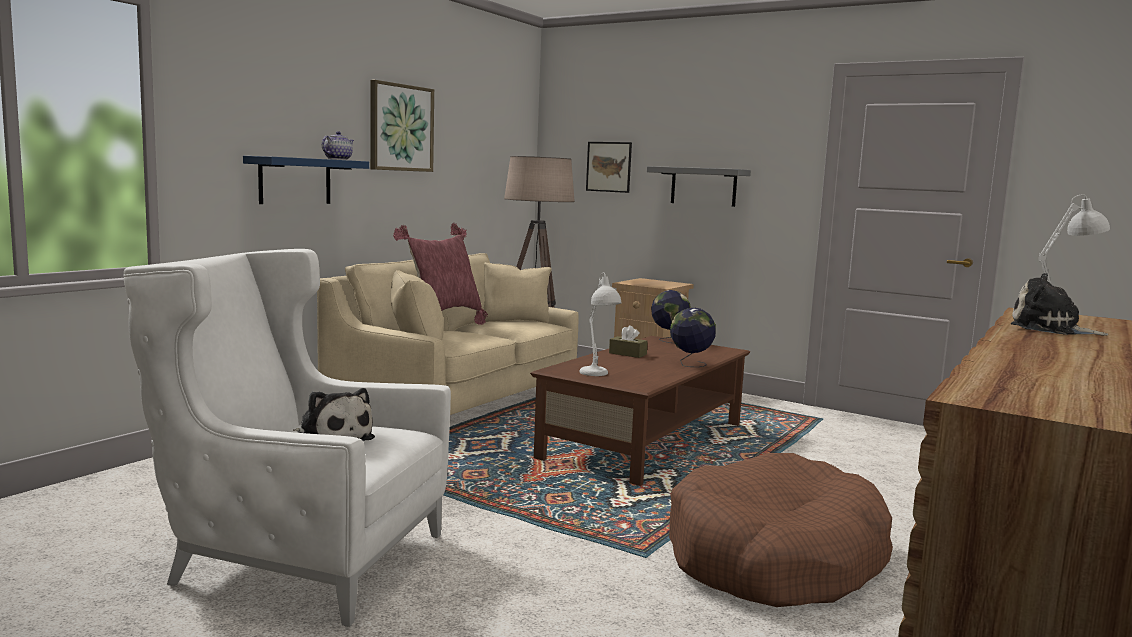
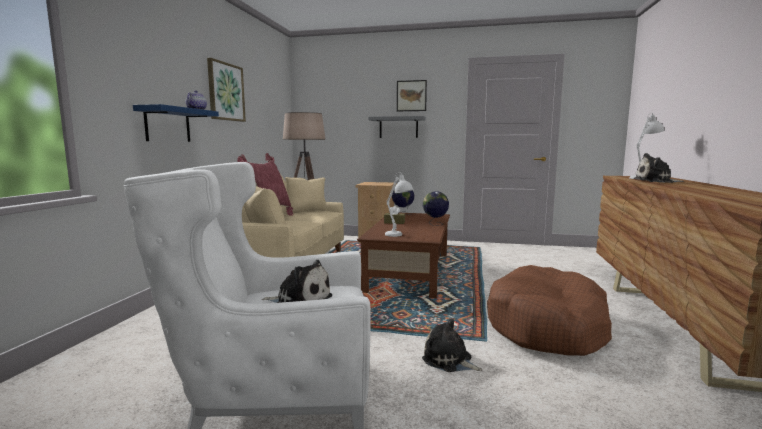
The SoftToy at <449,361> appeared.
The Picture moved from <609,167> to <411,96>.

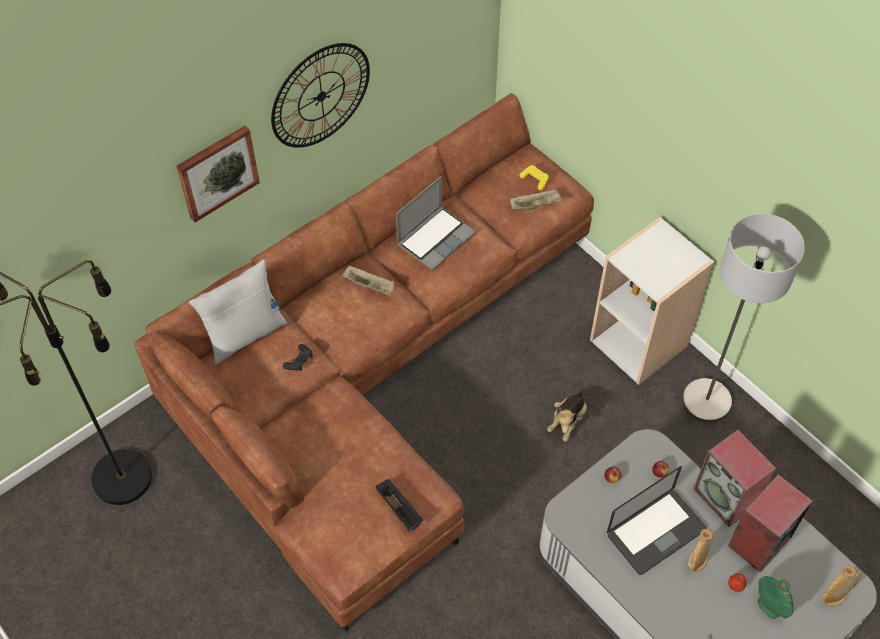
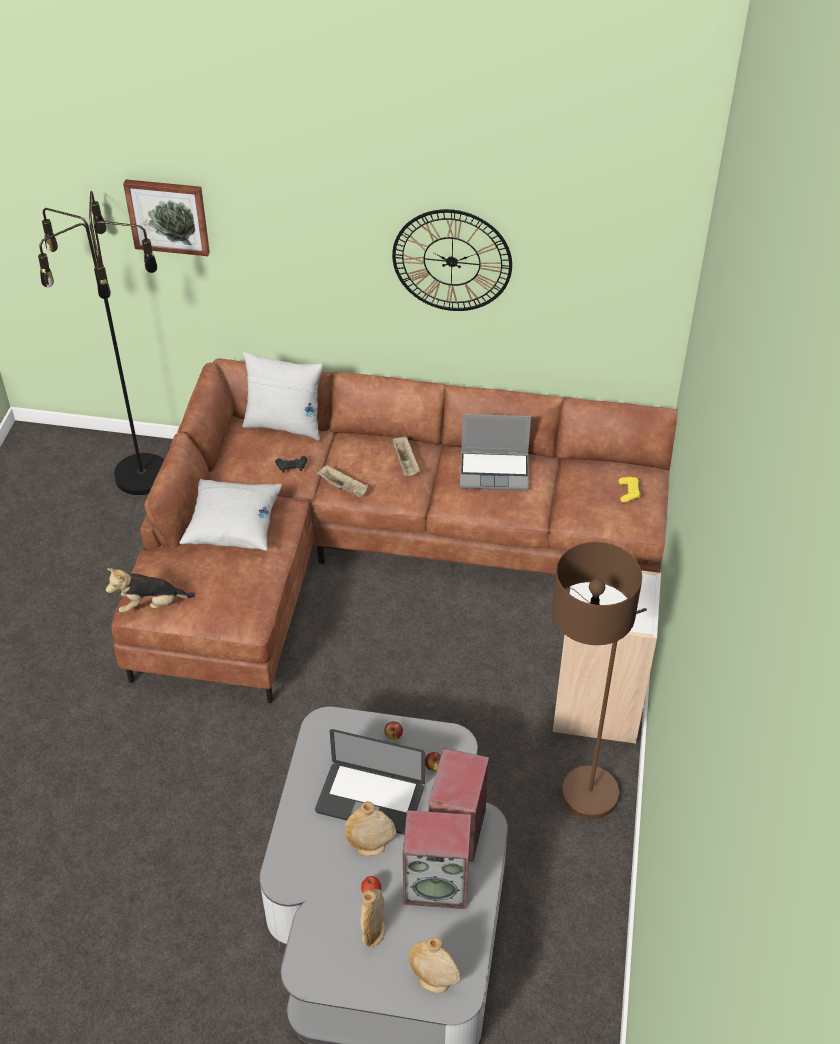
The BlackCarryingTray at <400,510> disappeared.
The GreyCushion at <233,526> appeared.
The Picture moved from <217,172> to <168,216>.
The BeigeColouredCarryingTray moved from <535,205> to <343,488>.
The SoftToy moved from <567,421> to <151,605>.
The GreyFloorLamp at <703,414> became the BrownFloorLamp at <574,800>.
The GreenVase at <769,607> became the BeigeColouredVase at <373,932>.

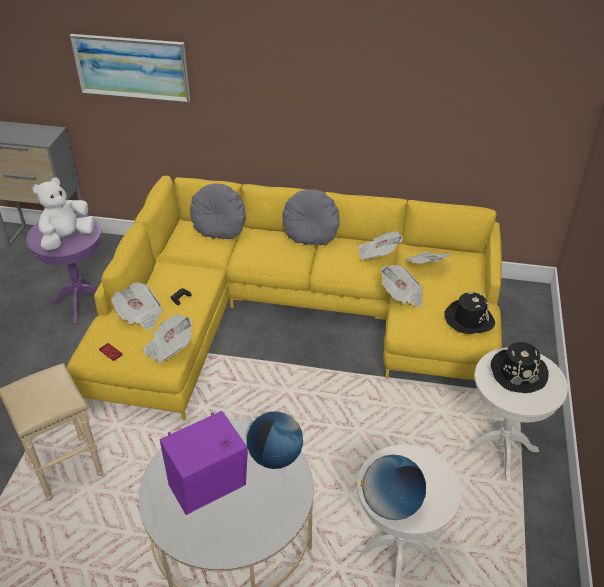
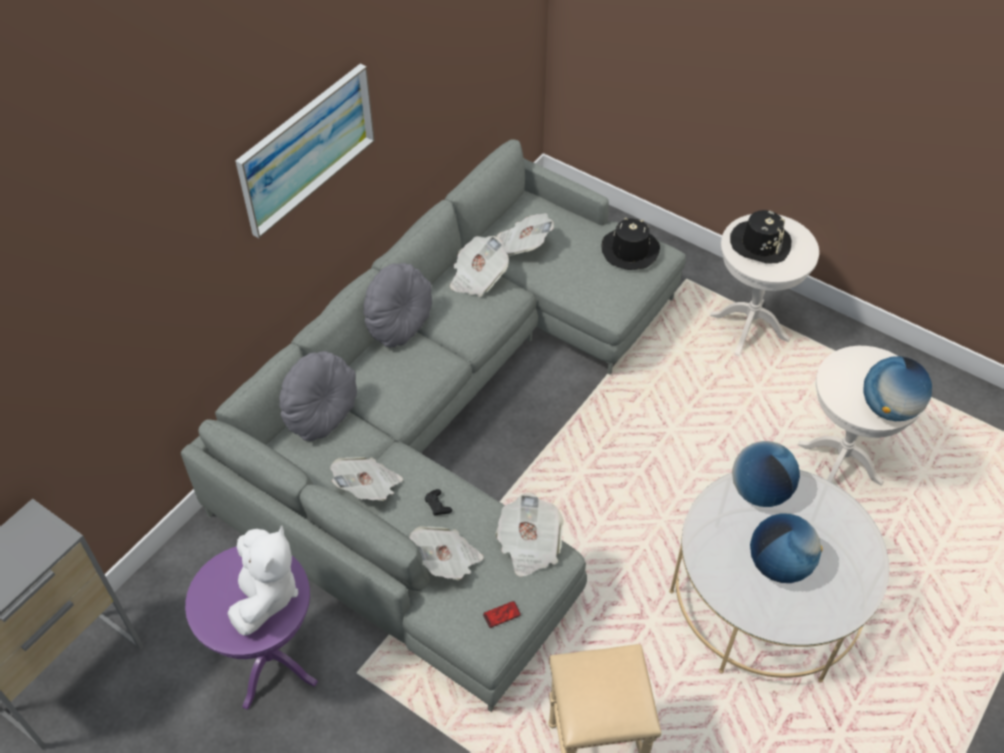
The Picture moved from <131,67> to <306,148>.
The DailyPaper moved from <402,295> to <368,487>.
The PurplishSpeaker at <210,487> was replaced by the DeskGlobe at <779,565>.
The YellowishSettee at <289,315> became the GreySettee at <451,423>.
The WhiteSoftToy at <67,239> turned 150 degrees counterclockwise.

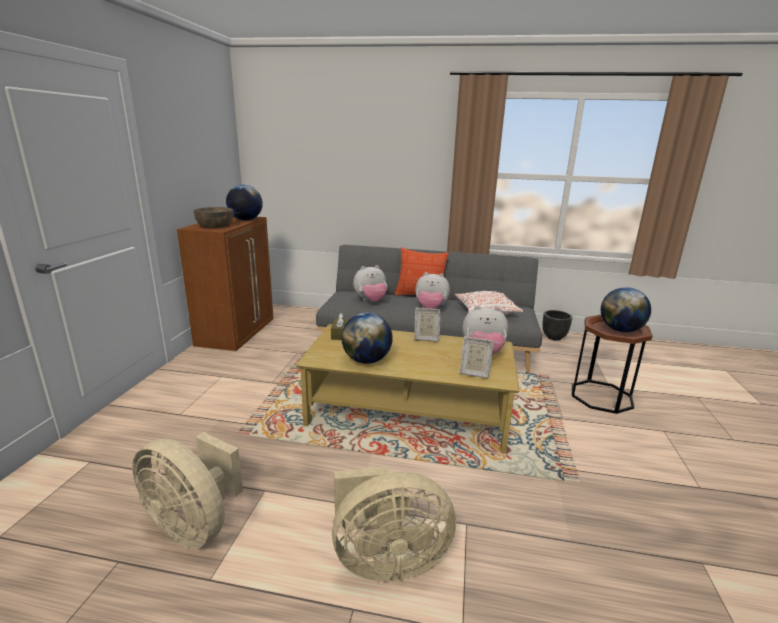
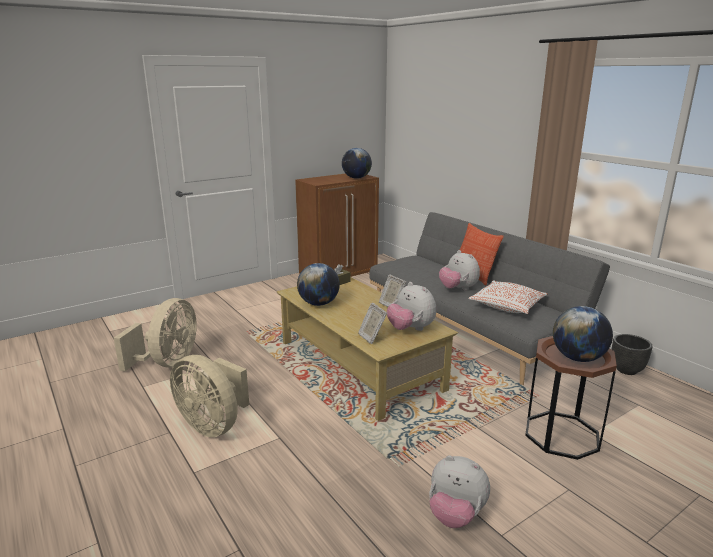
The BrownServingBowl at <215,225> disappeared.
The SoftToy moved from <370,301> to <455,515>.
The BeigeColouredElectricFan at <194,525> turned 150 degrees counterclockwise.

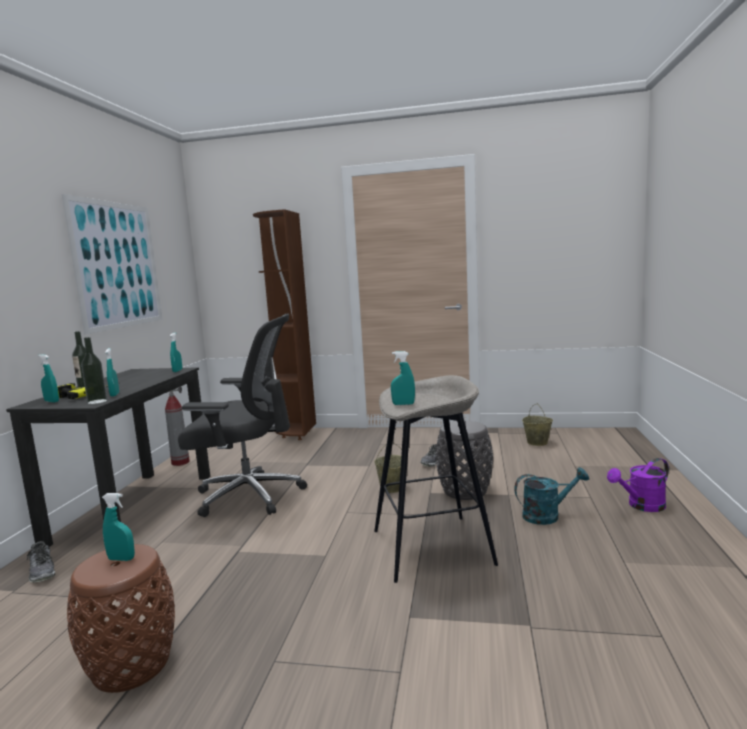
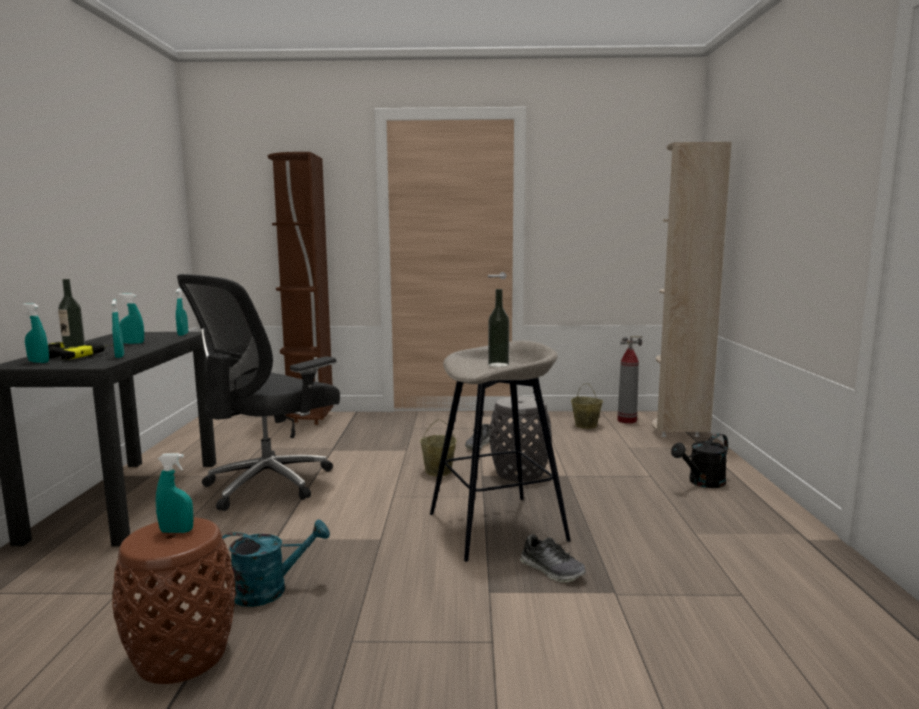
The Picture at <117,265> disappeared.
The BeigeColouredBookcase at <677,431> appeared.
The ItemOfFootwear moved from <42,571> to <552,570>.
The DrinkBottle moved from <97,401> to <498,365>.
The FireFightingCylinder moved from <180,462> to <626,421>.
The TurquoiseColouredSprayBottle moved from <403,404> to <133,343>.
The TurquoiseColouredSprinklingCan moved from <547,515> to <270,590>.
The PurplishSprinklingCan at <641,506> became the BlackSprinklingCan at <702,483>.
The ComputerChair at <247,496> turned 135 degrees clockwise.

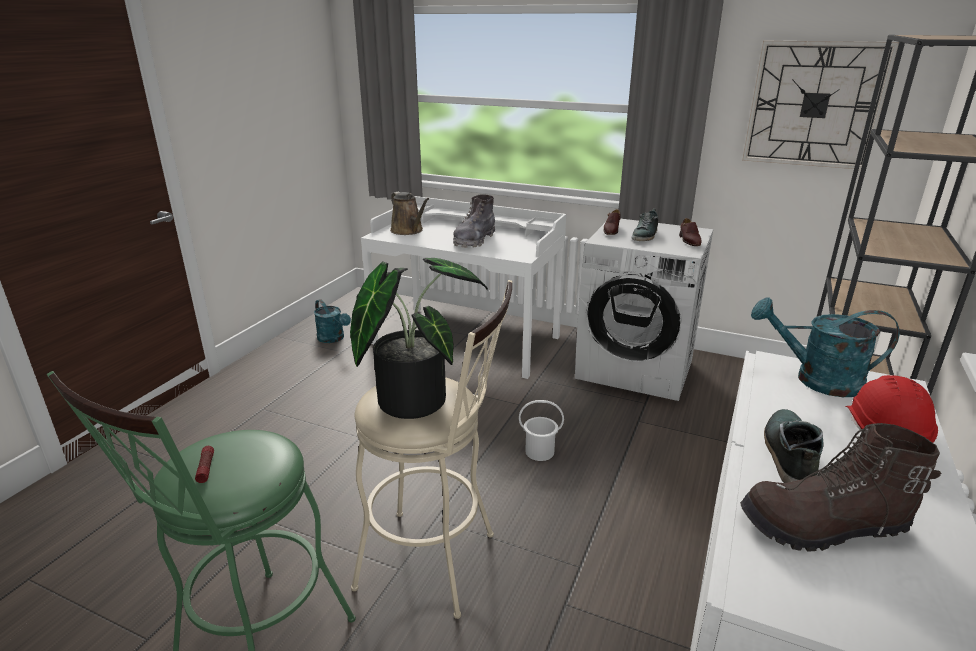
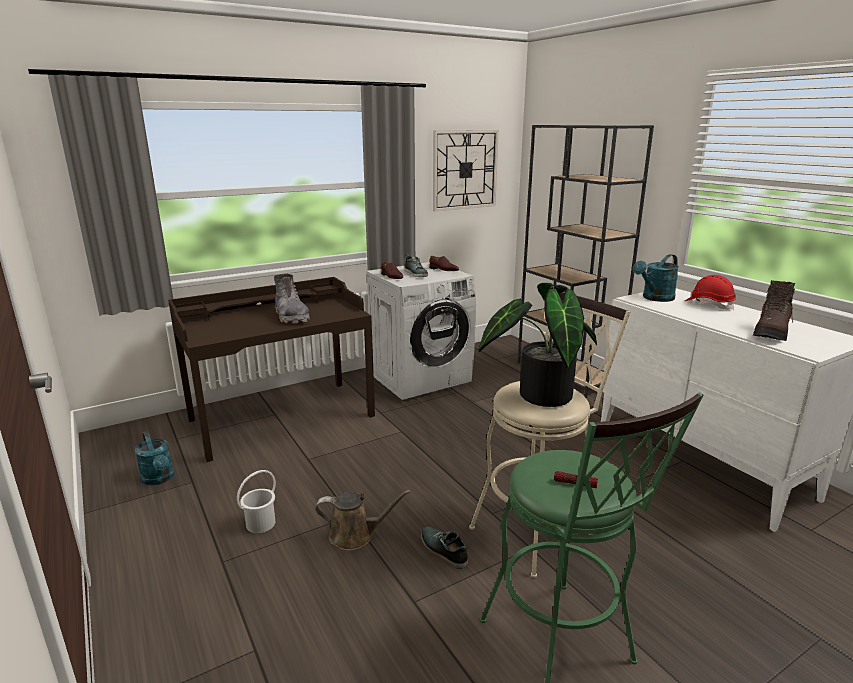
The BrownSprinklingCan moved from <408,231> to <355,536>.
The WhiteBucket moved from <539,451> to <260,523>.
The ItemOfFootwear moved from <788,453> to <443,550>.
The WhiteDeskUnit at <466,339> became the BrownDeskUnit at <281,417>.
The TurquoiseColouredSprinklingCan at <333,339> turned 60 degrees clockwise.

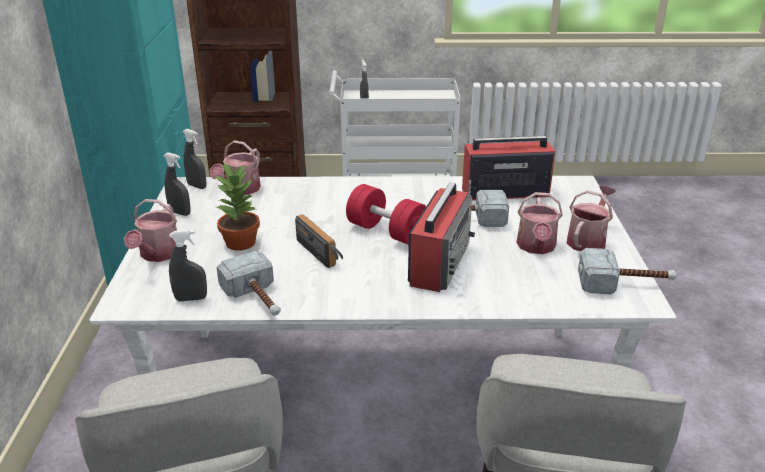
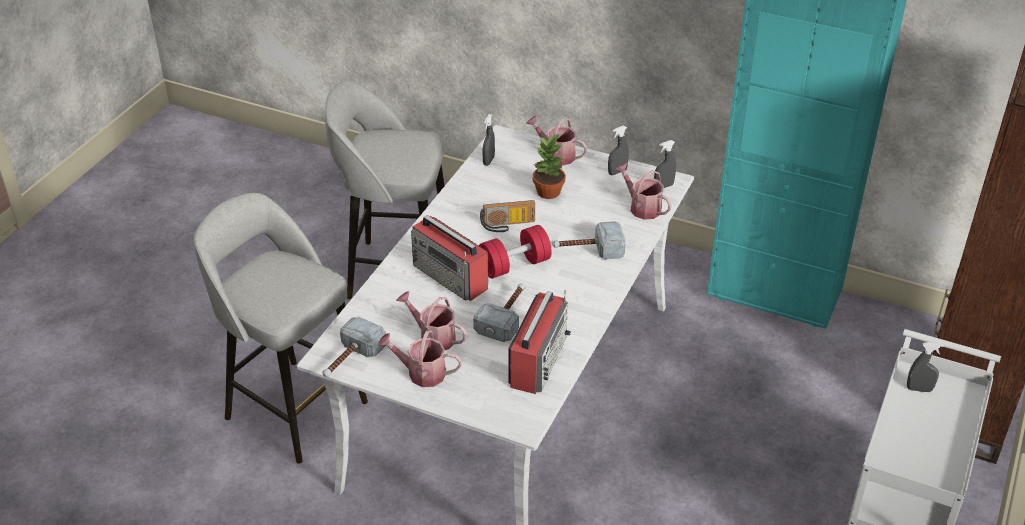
The ToolHammer moved from <257,300> to <588,250>.
The SprinklingCan at <588,240> turned 135 degrees clockwise.

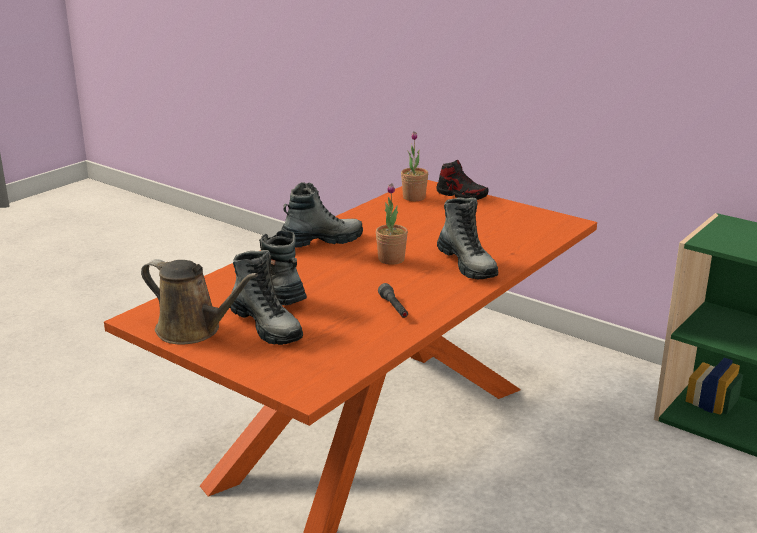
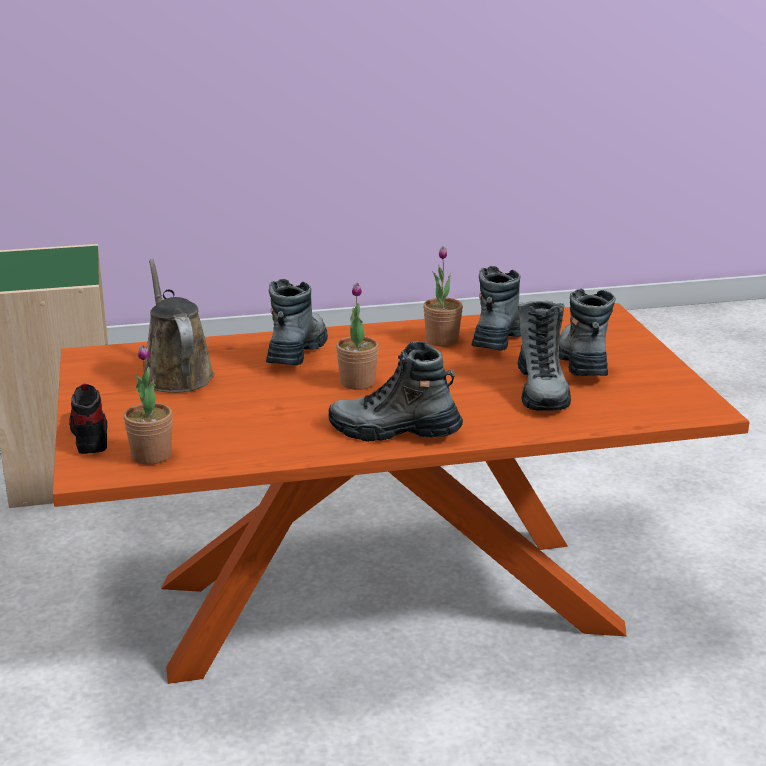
The TallBoot at <501,338> appeared.
The BrownSprinklingCan moved from <193,330> to <176,374>.
The GreyTorch at <394,308> was replaced by the PottedPlant at <442,340>.

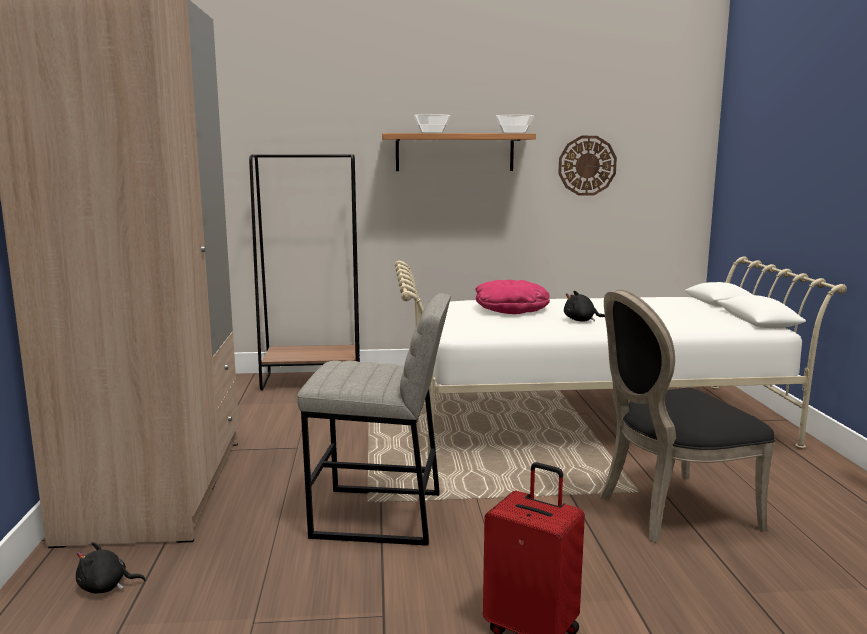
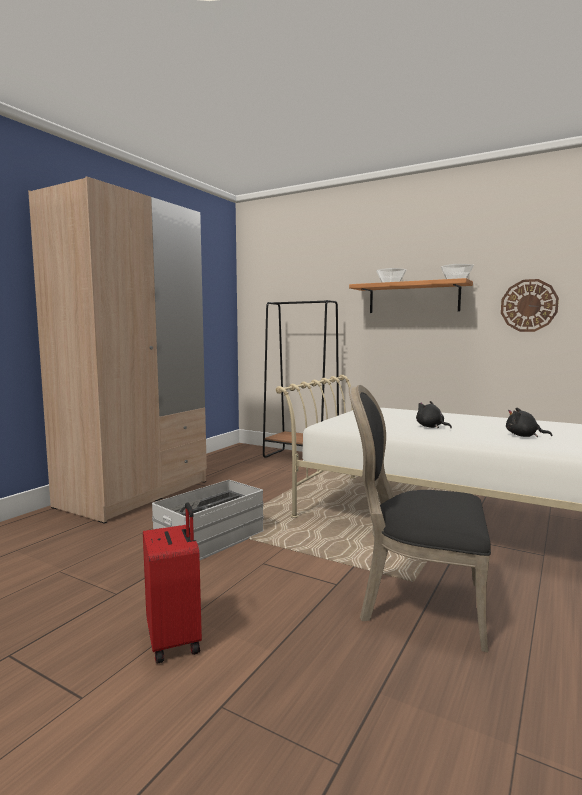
The PinkCushion at <512,309> disappeared.
The BlackSoftToy moved from <106,587> to <524,436>.
The GreyUprightChair at <381,515> was replaced by the GreyStorageContainer at <211,540>.

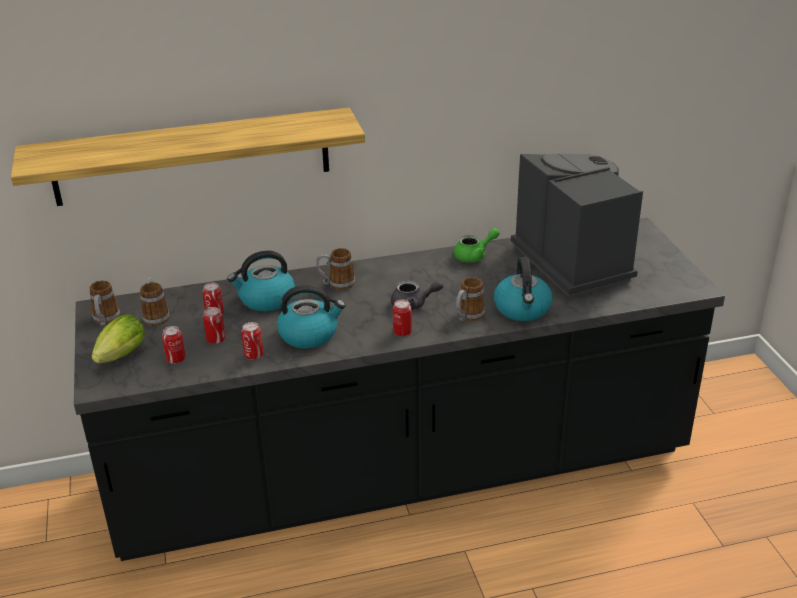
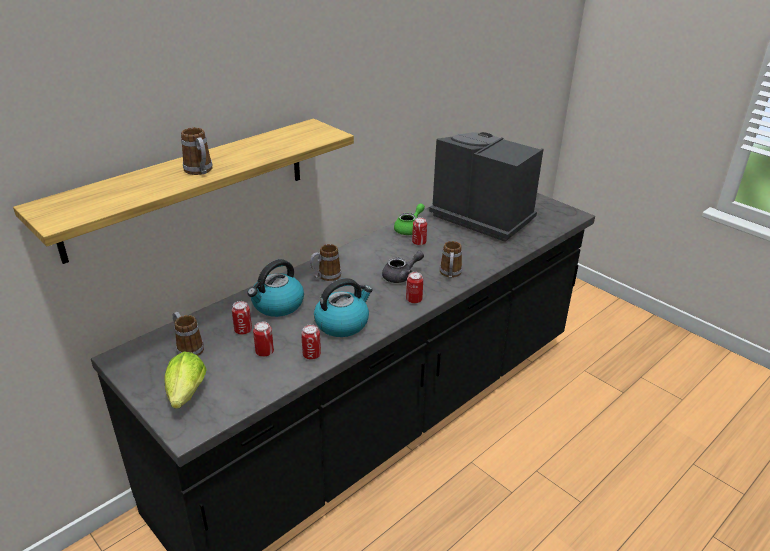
The TeaKettle at <522,309> disappeared.
The TeaMug moved from <105,320> to <200,171>.
The MetalCan moved from <176,359> to <419,242>.

